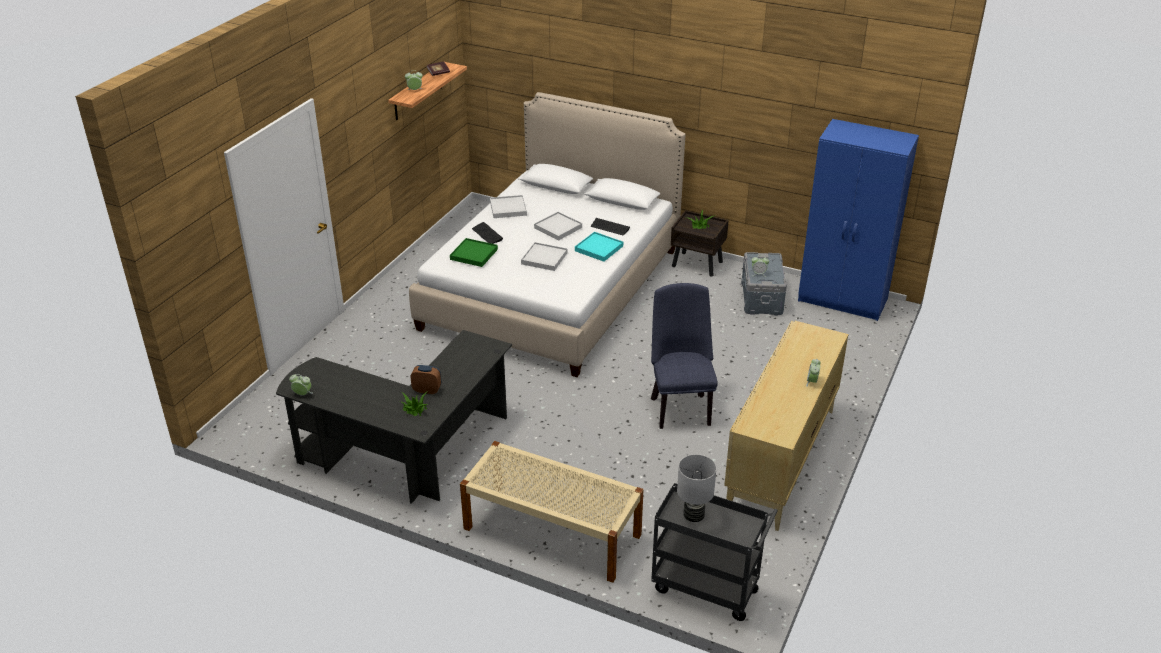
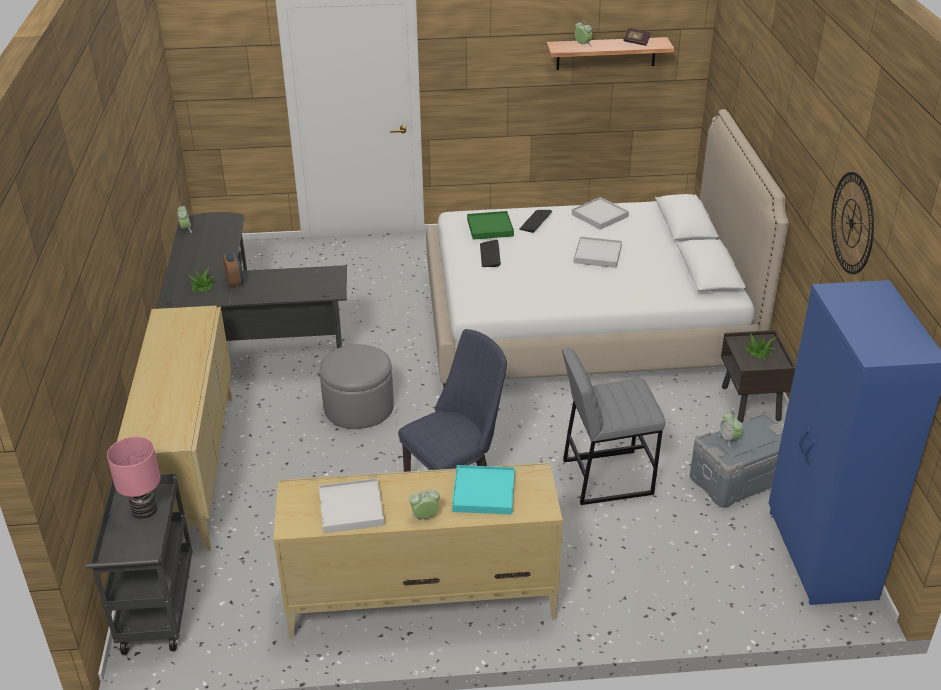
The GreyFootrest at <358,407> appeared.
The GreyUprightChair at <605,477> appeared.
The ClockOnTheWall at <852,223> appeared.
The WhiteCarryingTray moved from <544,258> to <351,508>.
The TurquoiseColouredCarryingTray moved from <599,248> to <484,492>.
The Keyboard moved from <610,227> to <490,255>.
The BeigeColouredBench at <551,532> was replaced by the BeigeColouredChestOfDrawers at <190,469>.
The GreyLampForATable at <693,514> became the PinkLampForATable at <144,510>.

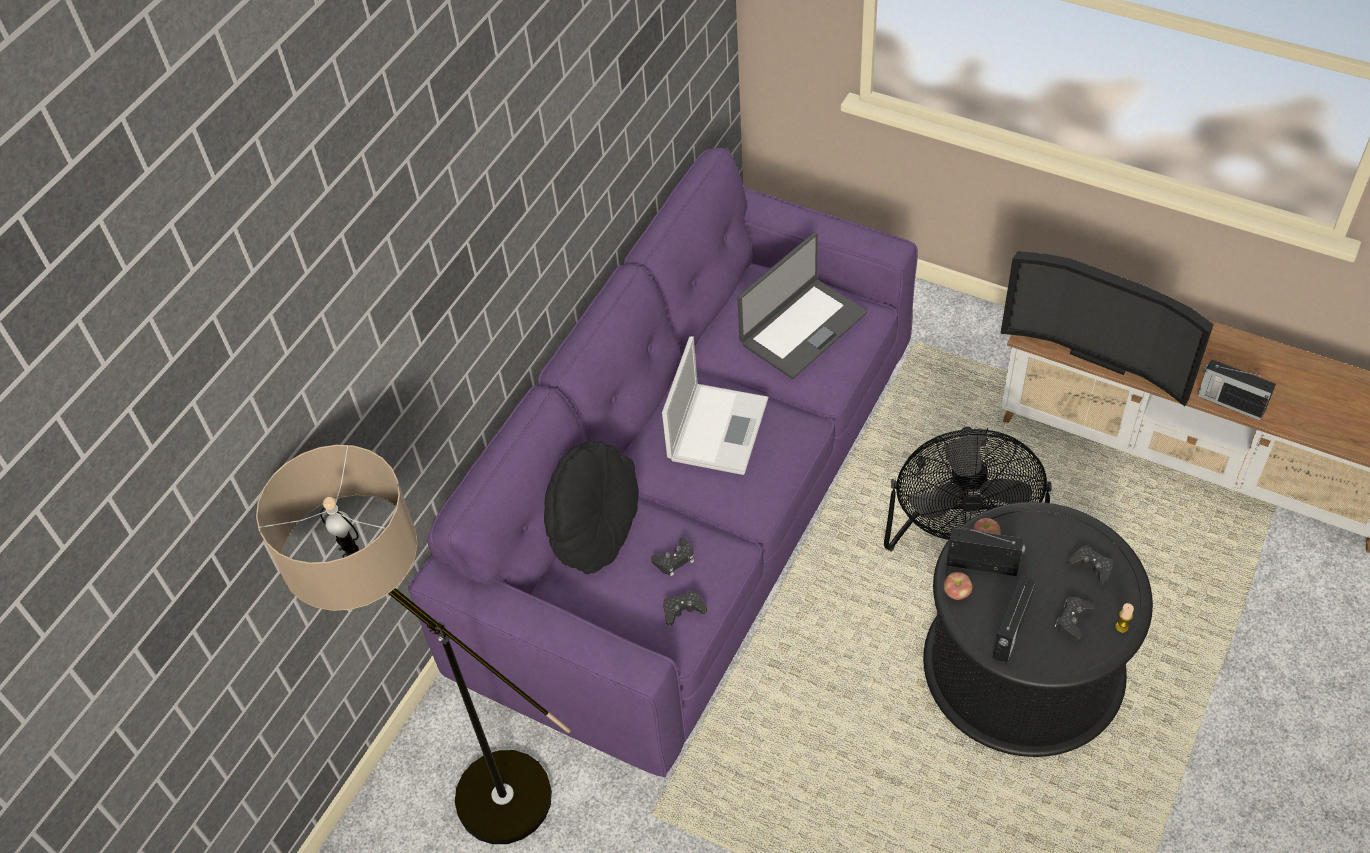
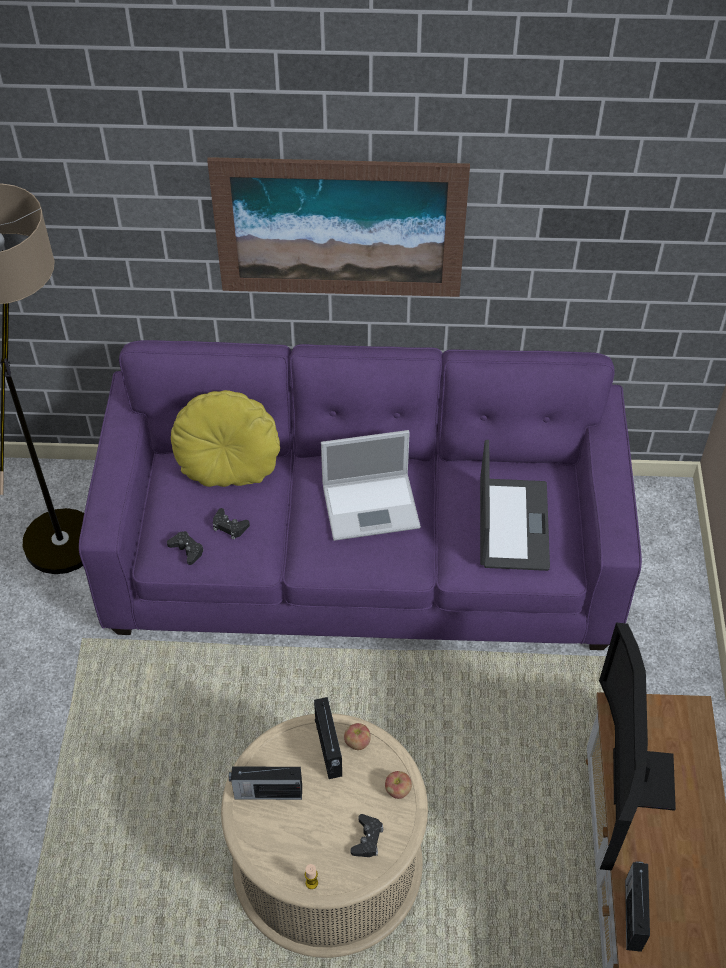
The BlackElectricFan at <956,526> disappeared.
The BlackJoypad at <1072,620> disappeared.
The Picture at <339,228> appeared.
The AppleFruit moved from <956,593> to <398,790>.
The BlackCushion at <598,537> became the YellowishCushion at <229,470>.
The BlackCoffeeTable at <1023,665> became the BeigeColouredCoffeeTable at <327,862>.
The NotebookComputer at <802,328> turned 105 degrees counterclockwise.

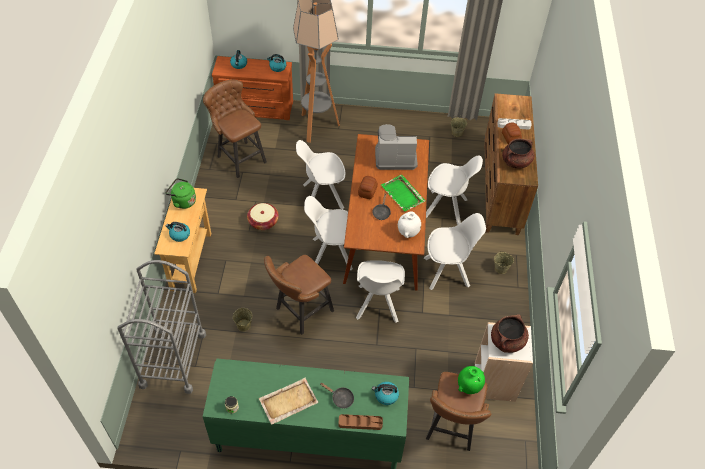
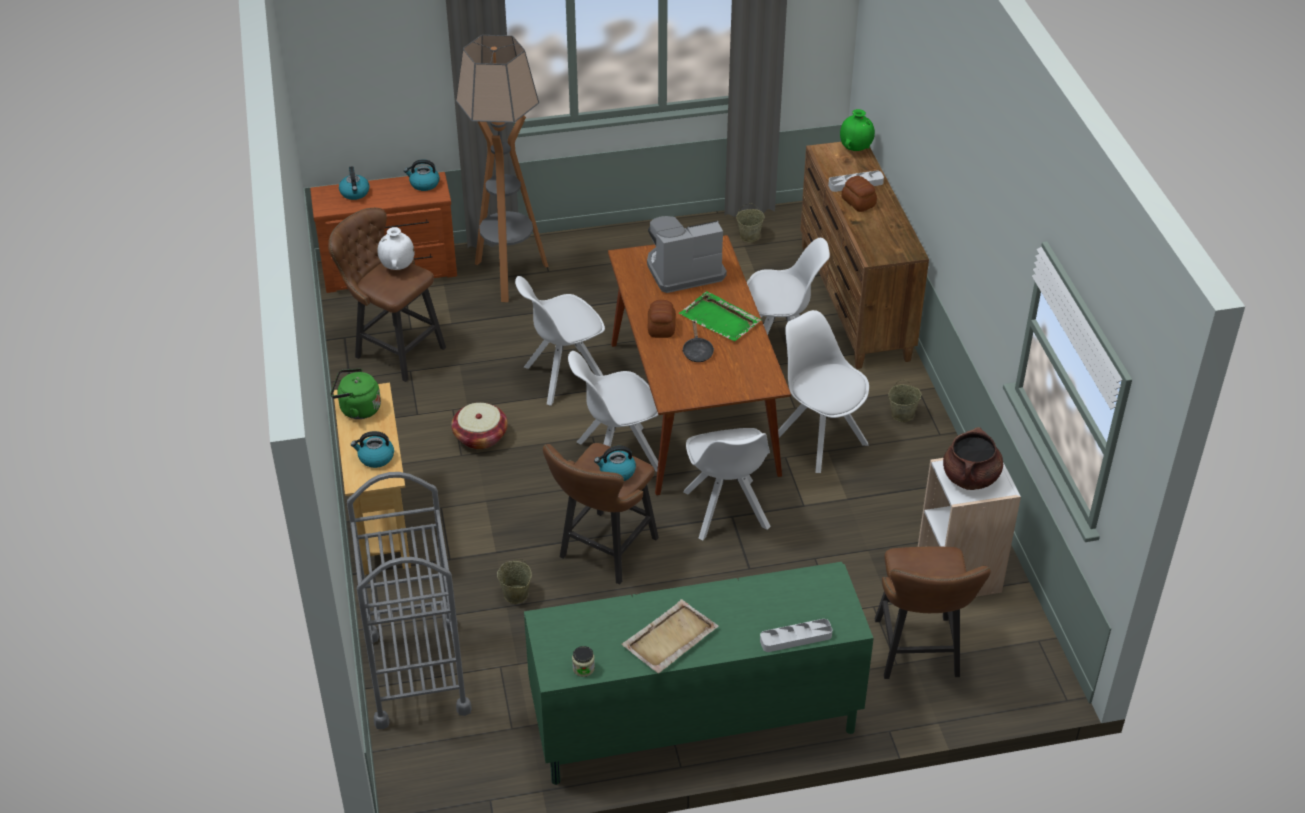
The BlackFryingPan at <340,398> disappeared.
The BrownCookingPot at <516,162> disappeared.
The TeaKettle moved from <386,395> to <616,472>.
The WhiteVase moved from <408,233> to <398,267>.
The GreenVase moved from <469,386> to <855,149>.
The BrownCarryingTray at <360,423> became the GreyCarryingTray at <795,638>.
The WhiteUprightChair at <447,272> turned 105 degrees counterclockwise.

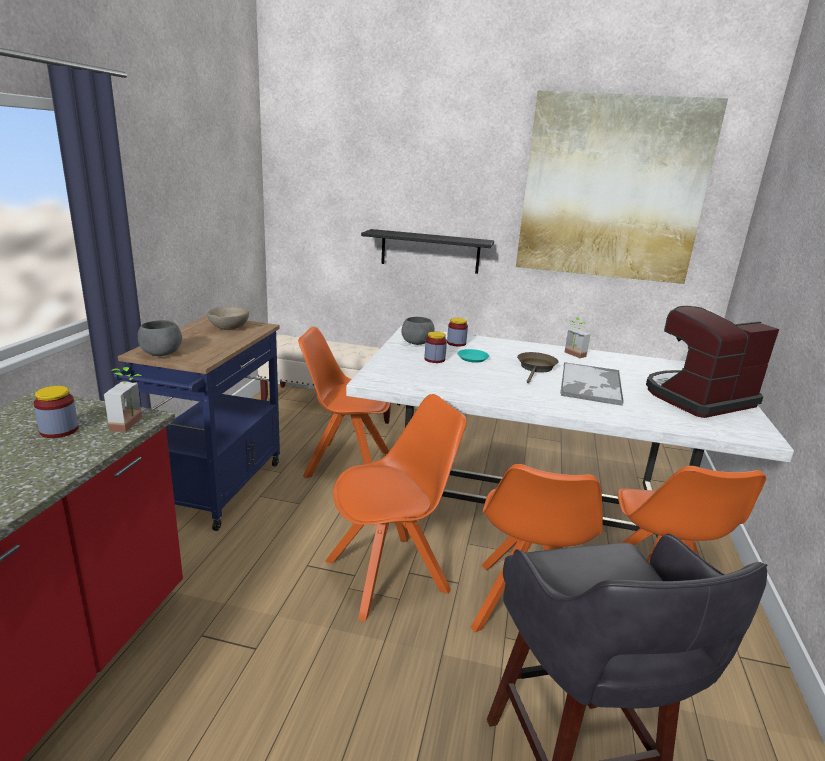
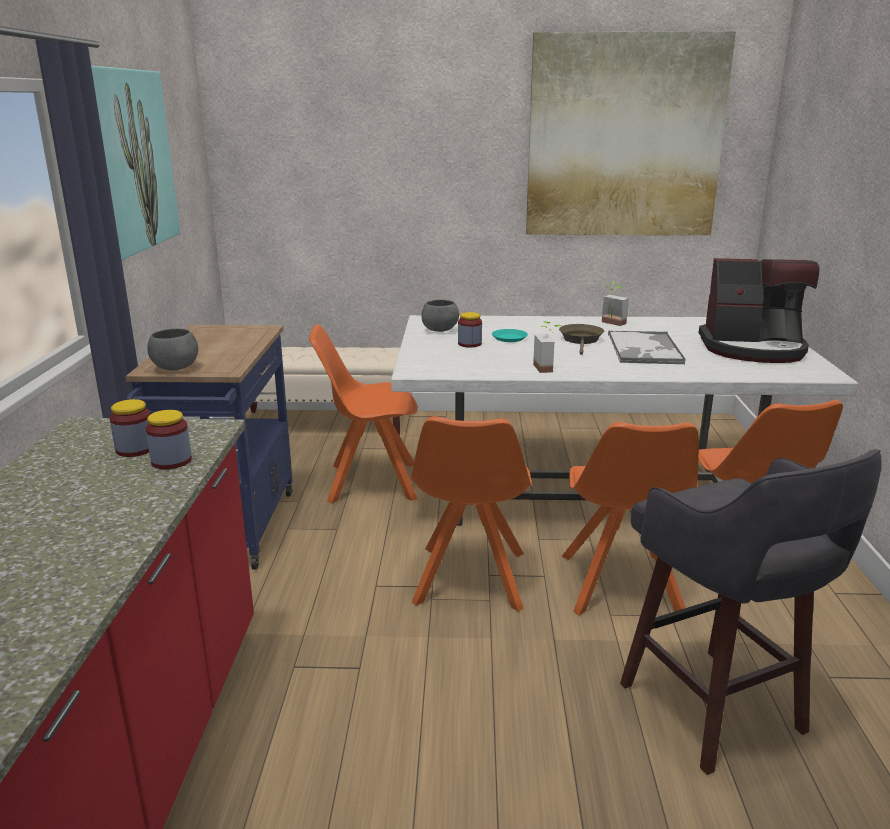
The BeigeColouredServingBowl at <229,328> disappeared.
The BlackBracketShelf at <430,251> disappeared.
The Picture at <128,161> appeared.
The PottedPlant moved from <133,424> to <548,368>.
The Jar moved from <456,343> to <171,461>.
The OrangeColouredUprightChair at <390,574> turned 135 degrees clockwise.
The CoffeeMachine at <697,398> turned 135 degrees counterclockwise.

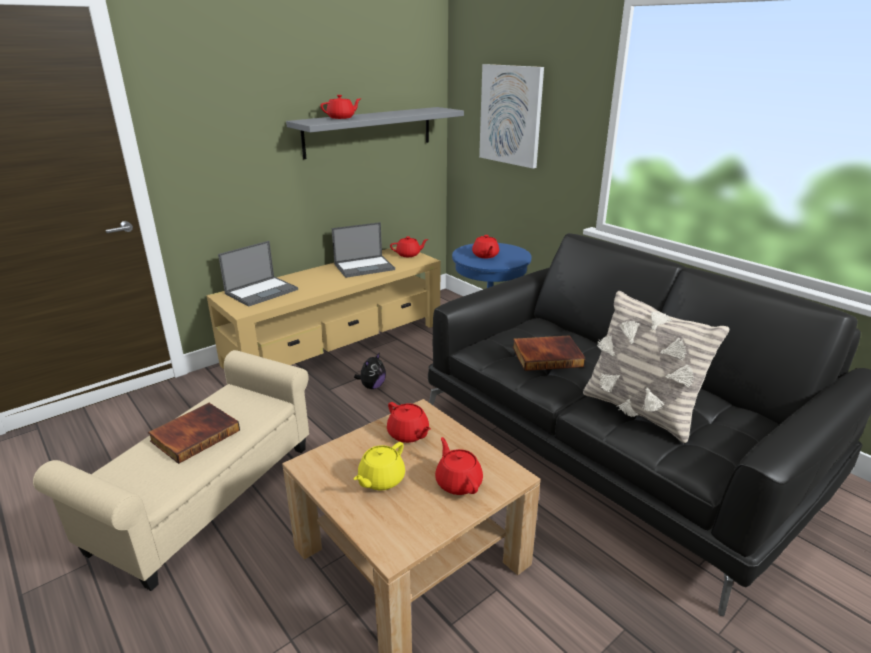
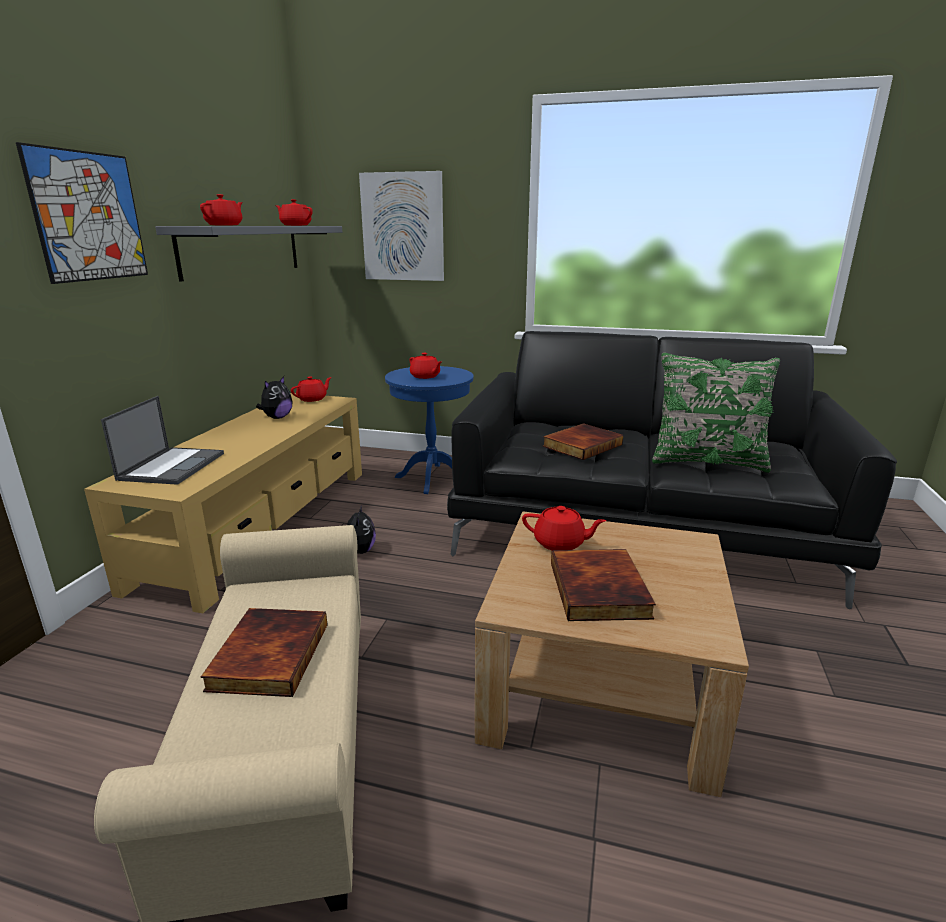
The Picture at <88,216> appeared.
The RedTeaPot moved from <458,482> to <295,225>.
The NotebookComputer at <365,267> was replaced by the SoftToy at <277,417>.
The YellowishTeaPot at <380,480> was replaced by the Book at <601,590>.
The BeigeColouredCushion at <639,411> became the GreenCushion at <707,463>.

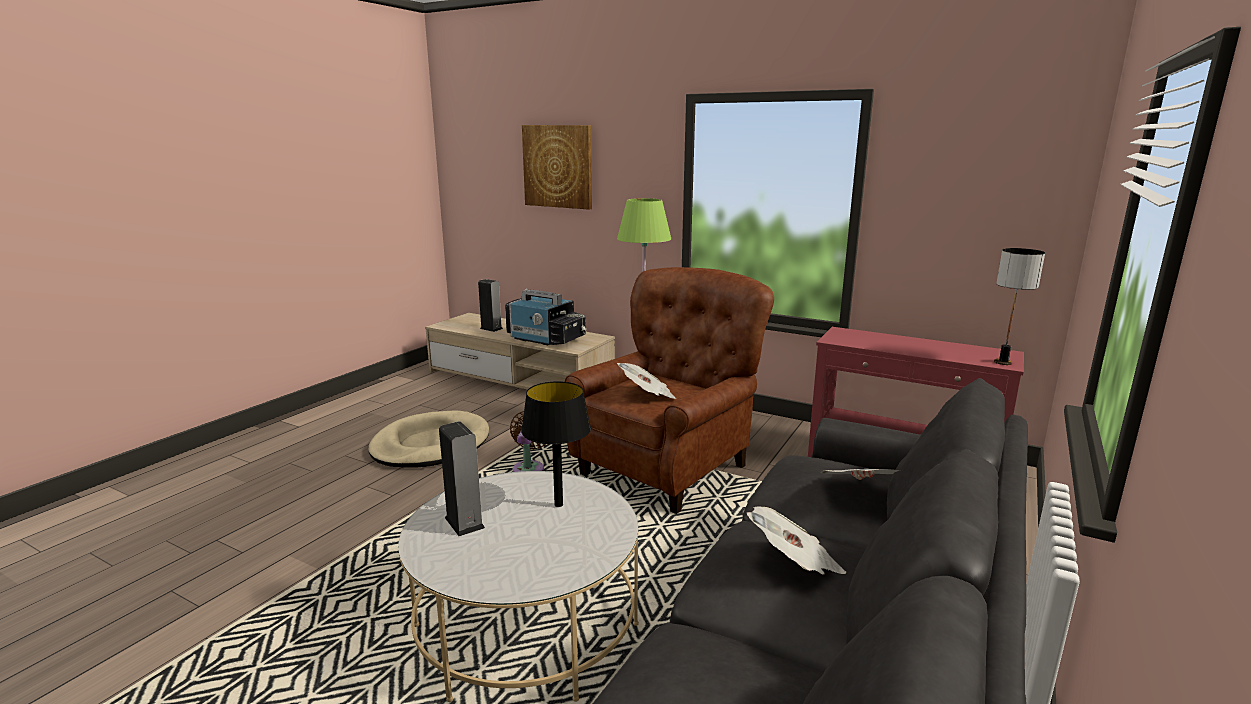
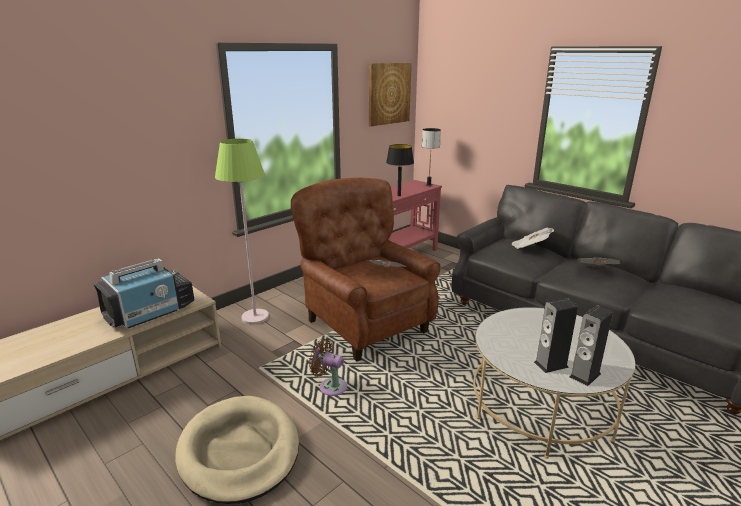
The Speaker moved from <491,328> to <585,375>.
The BlackLampForATable moved from <558,505> to <399,195>.
The Picture moved from <558,166> to <389,93>.

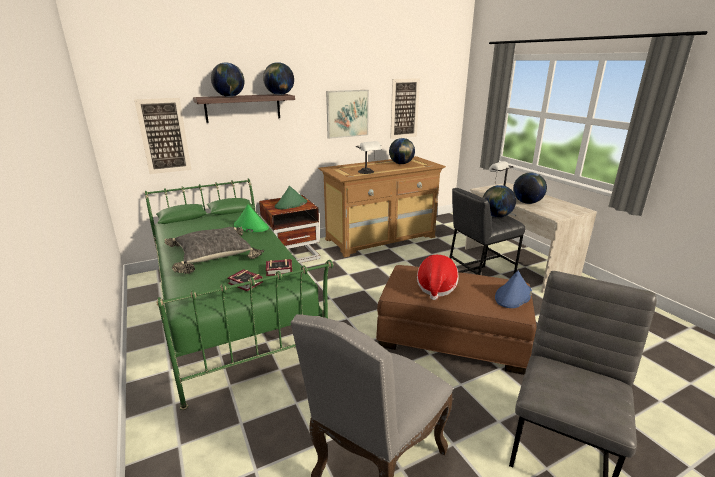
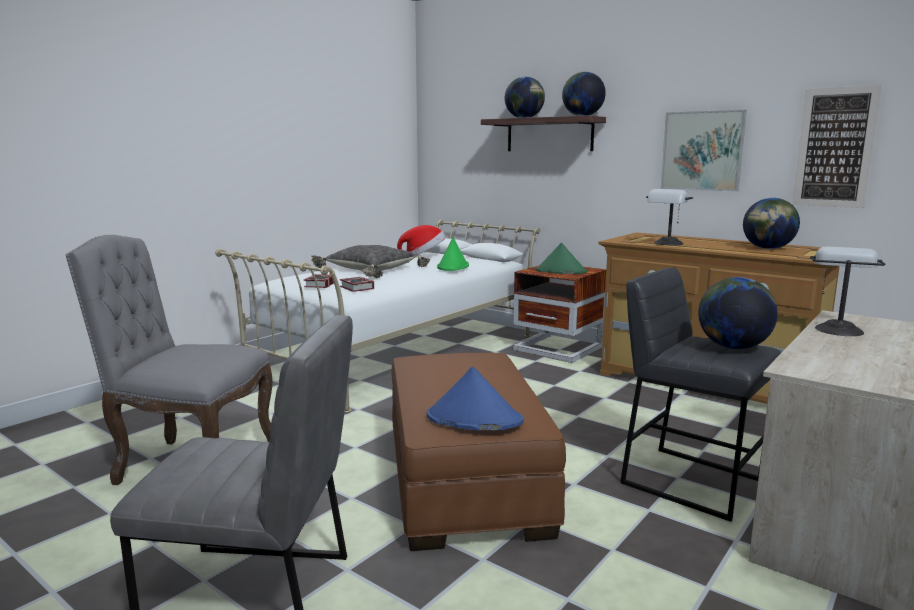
The Picture at <164,136> disappeared.
The DeskGlobe at <527,202> disappeared.
The Hat moved from <436,287> to <423,256>.
The GreenSleepingBed at <231,311> became the WhiteSleepingBed at <399,355>.

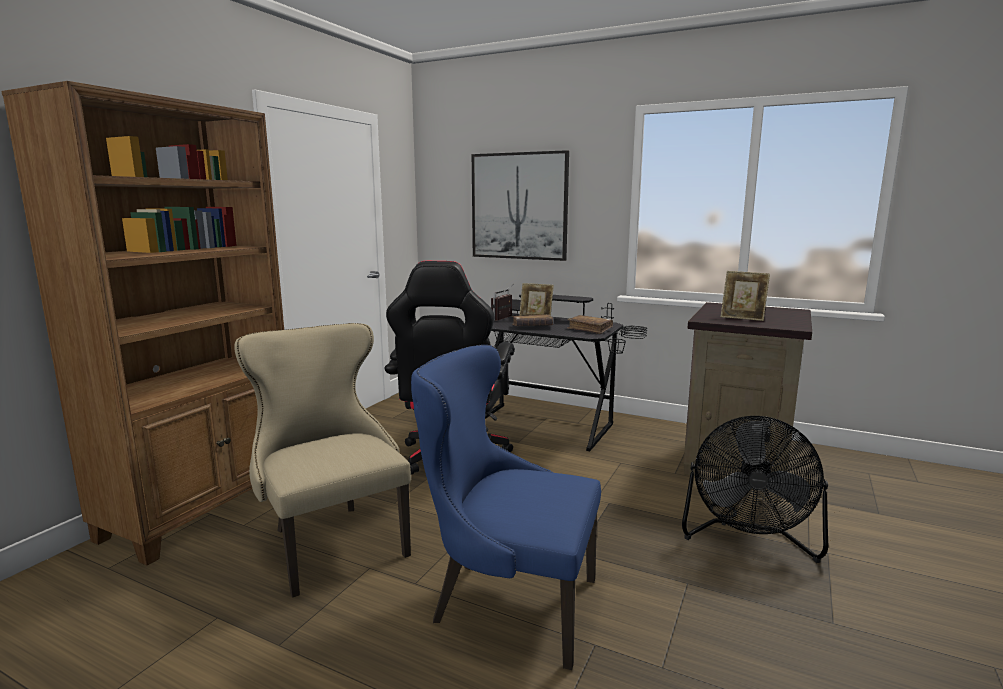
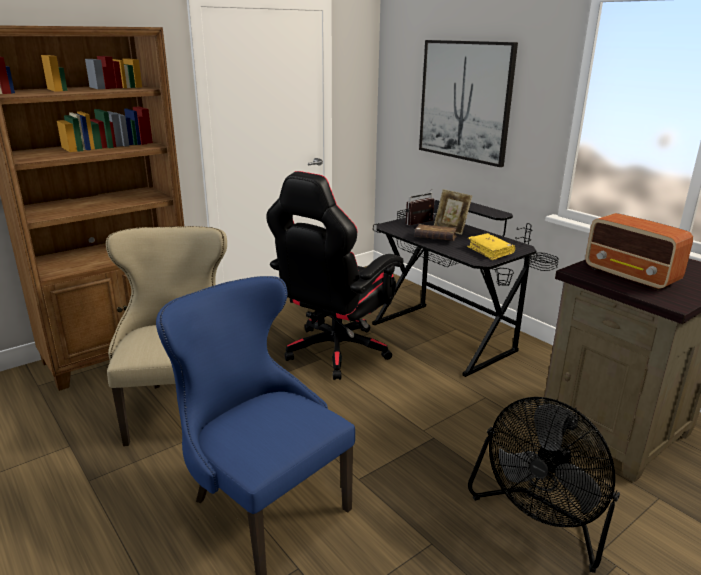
The PictureFrame at <742,318> was replaced by the Radio at <631,276>.
The BrownBook at <590,329> became the YellowishBook at <490,251>.

